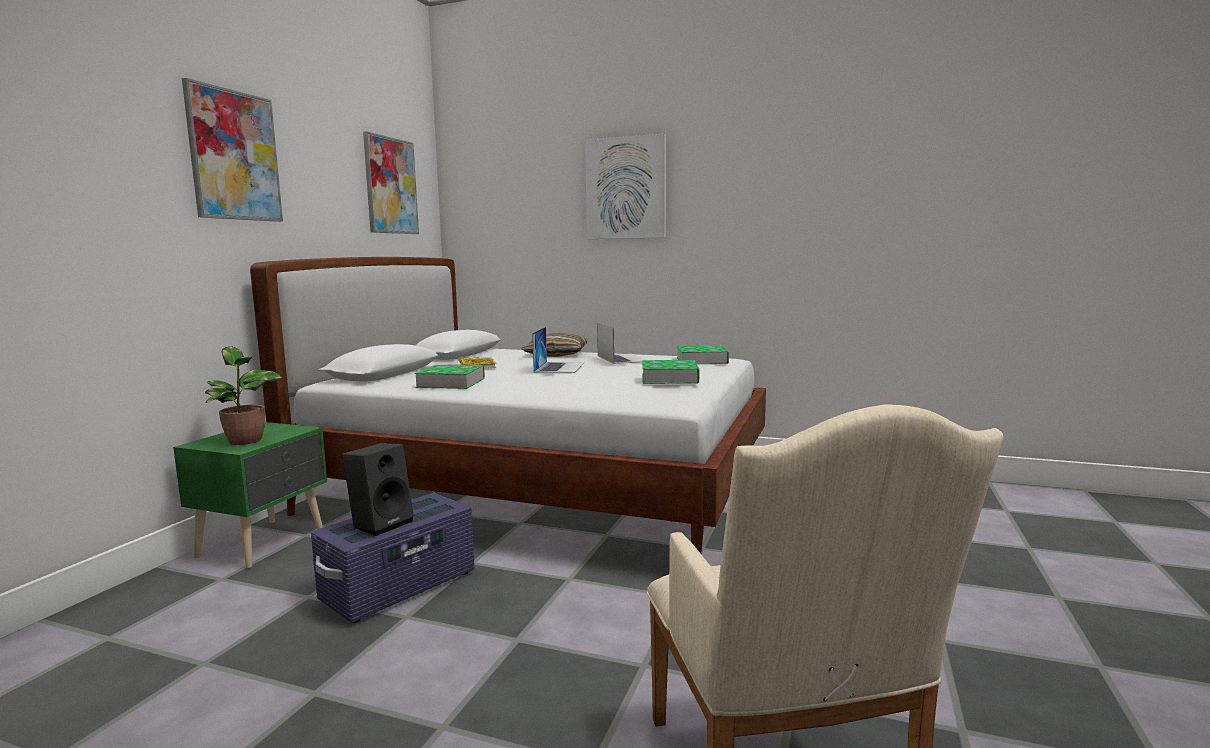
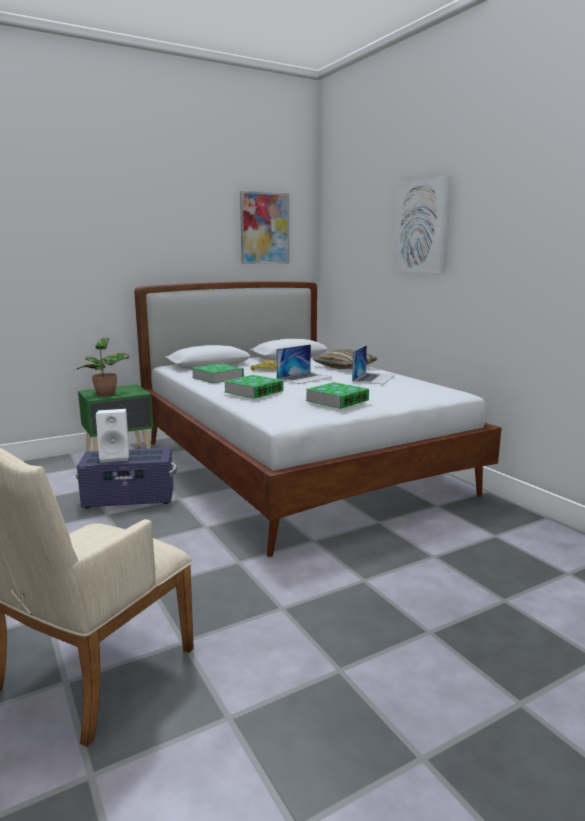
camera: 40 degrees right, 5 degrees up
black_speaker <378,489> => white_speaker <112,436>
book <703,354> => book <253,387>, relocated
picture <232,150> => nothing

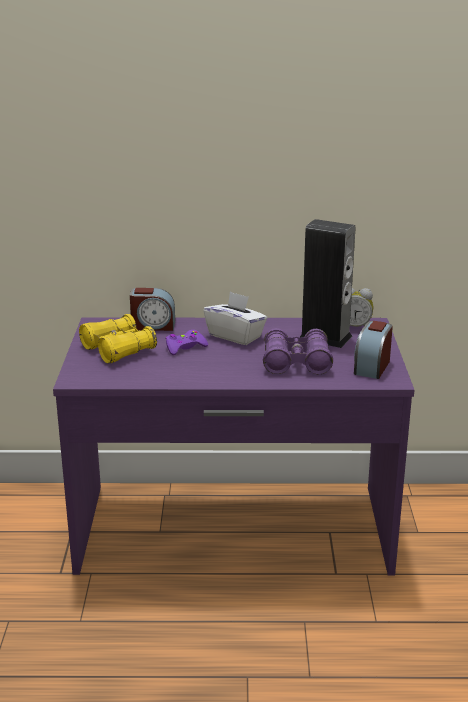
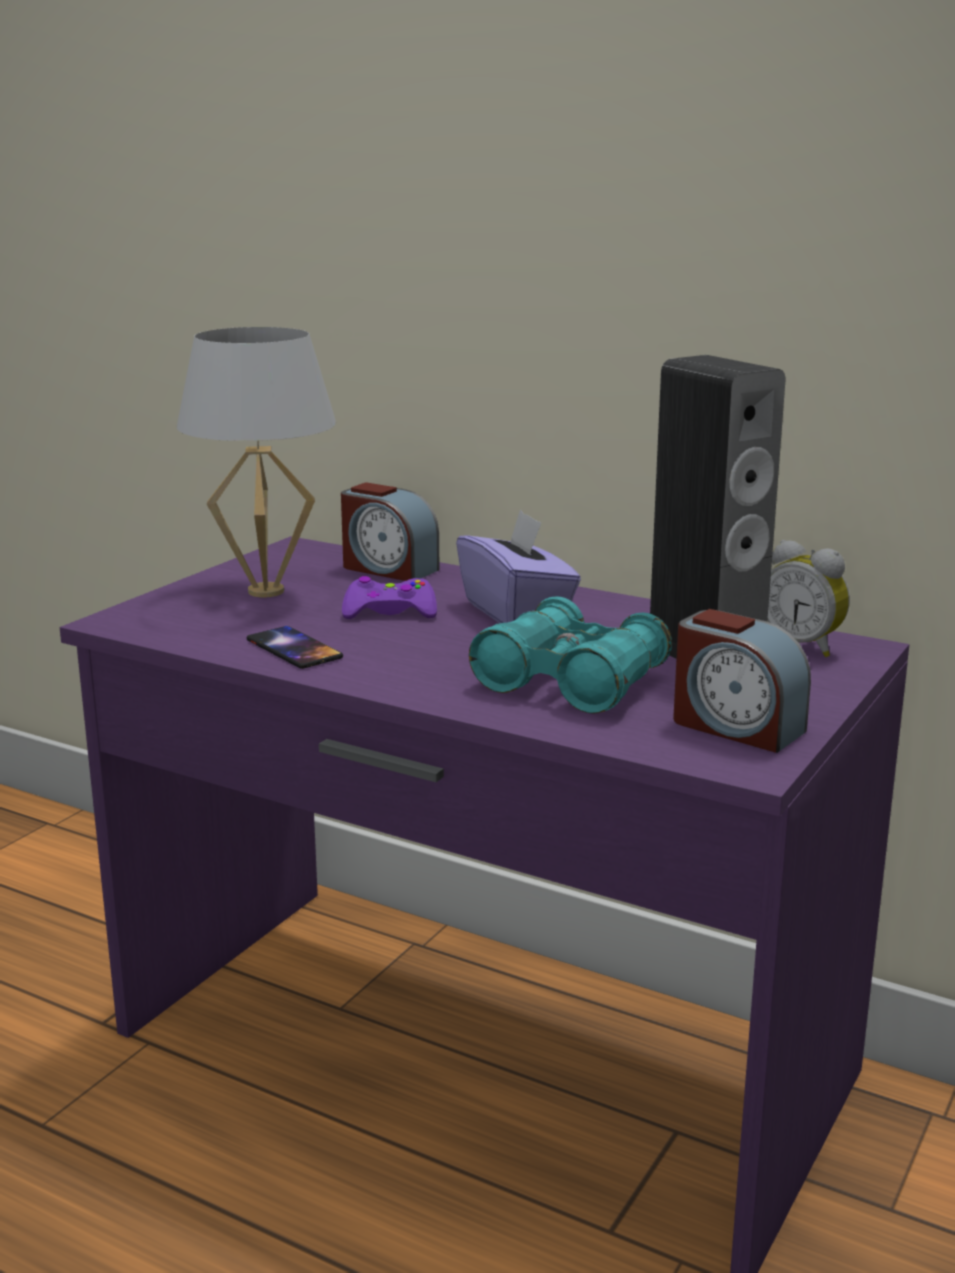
camera: 30 degrees right, 5 degrees down
yellow_binoculars <118,338> => white_table_lamp <256,462>
nothing => phone <295,647>
white_tissue_box <235,318> => purple_tissue_box <518,566>
purple_binoculars <298,351> => turquoise_binoculars <570,655>
alarm_clock <373,350> => alarm_clock <742,681>, 105 degrees counterclockwise

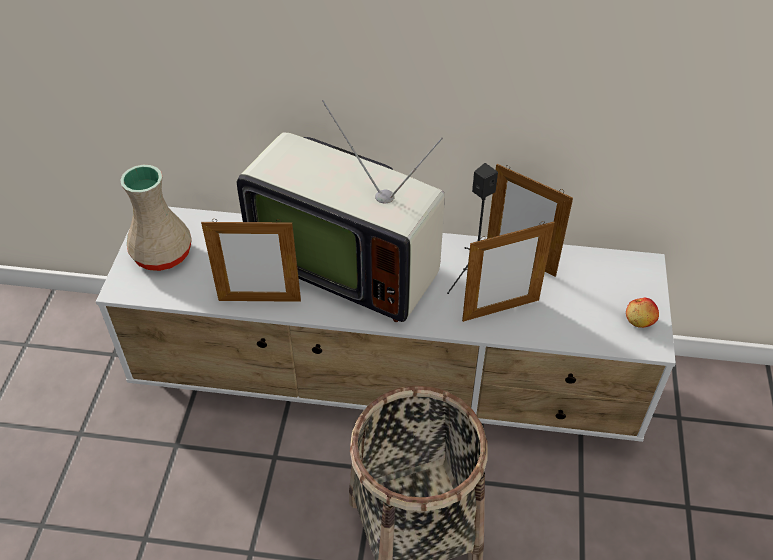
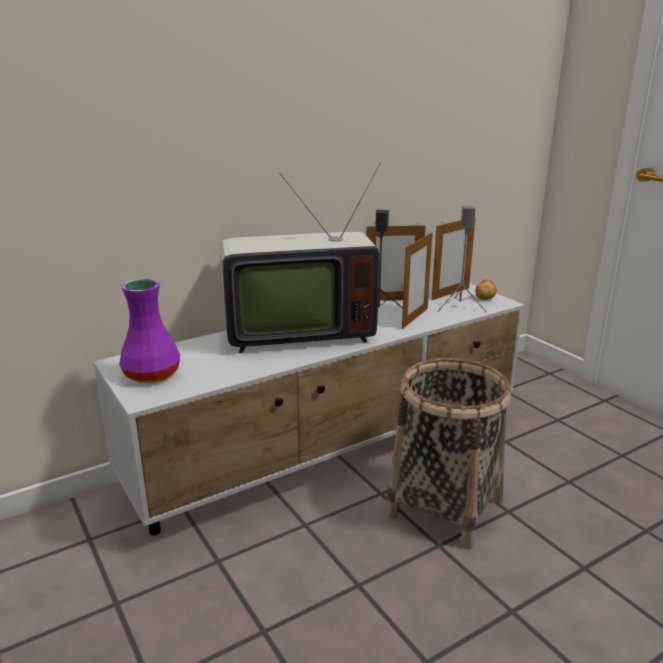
camera: 40 degrees left, 25 degrees down
beige_vase <156,218> => purple_vase <149,331>
picture_frame <251,260> => picture_frame <454,258>, relocated
nothing => grey_speaker <462,259>

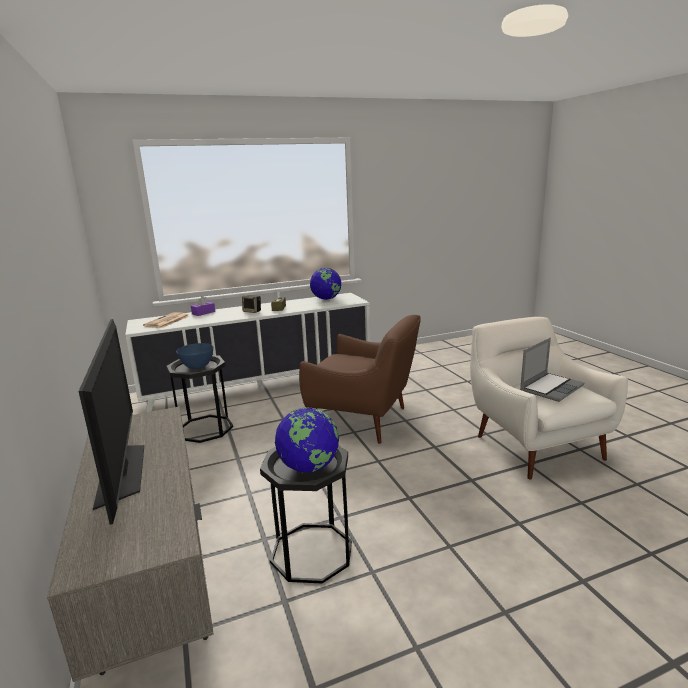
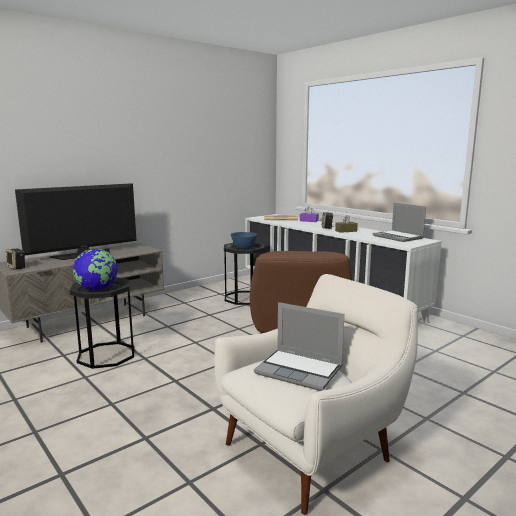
camera: 70 degrees right, 5 degrees down
nothing => speaker <15,259>
globe <325,284> => laptop <399,222>

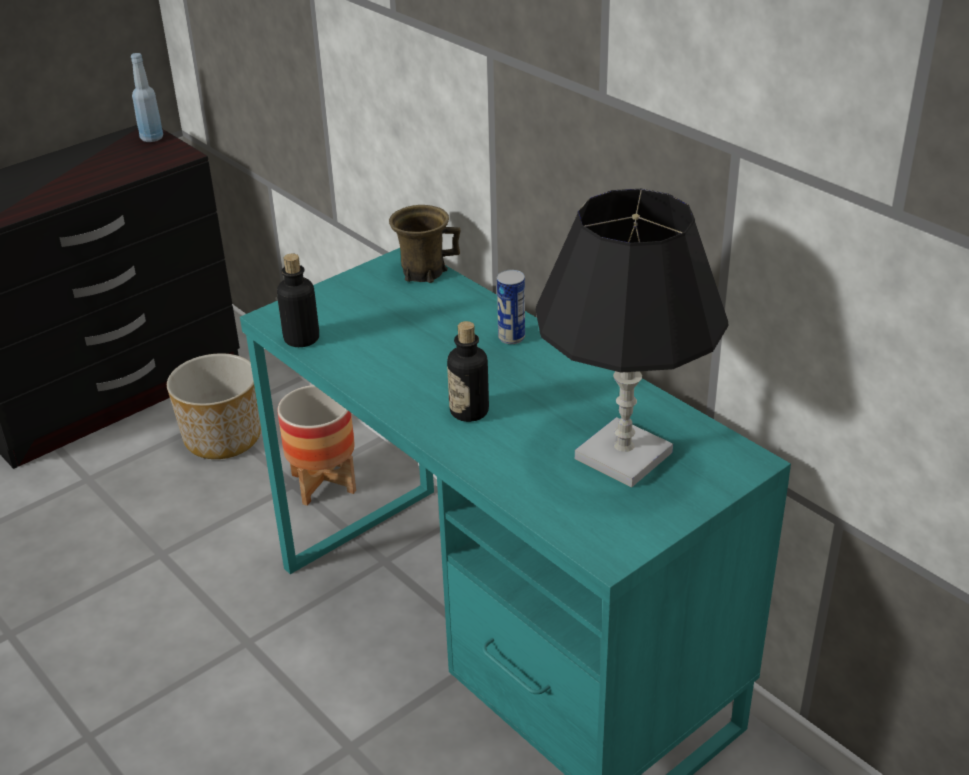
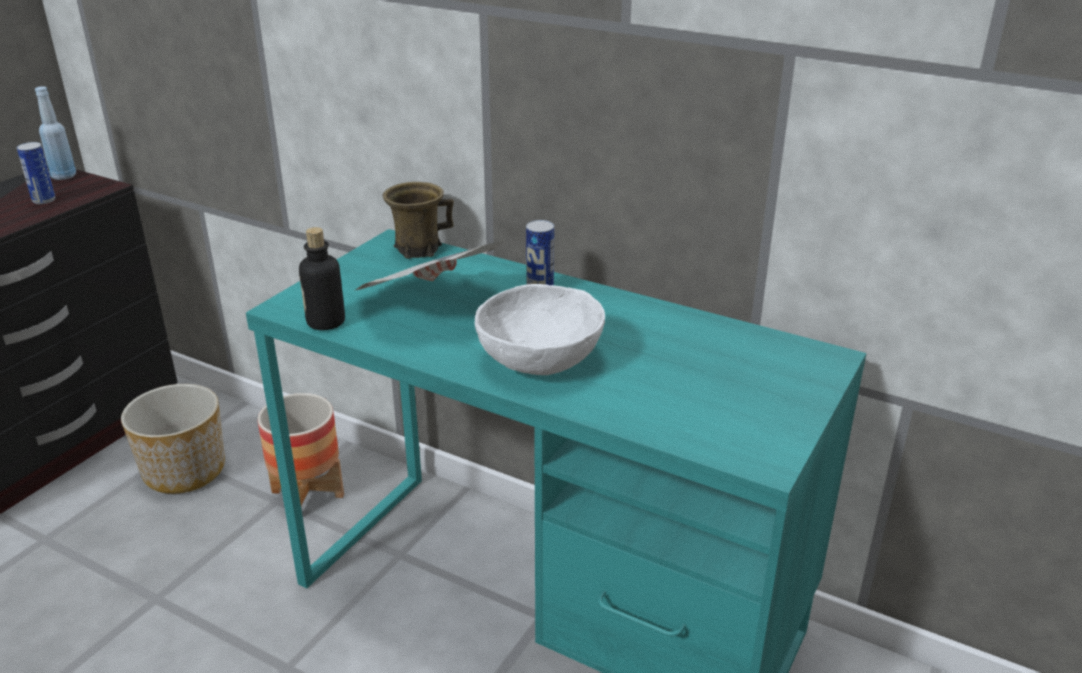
camera: 20 degrees left, 5 degrees down
nothing => can <36,173>
nothing => newspaper <428,266>
bottle <468,371> => white_bowl <540,329>
black_table_lamp <632,338> => nothing

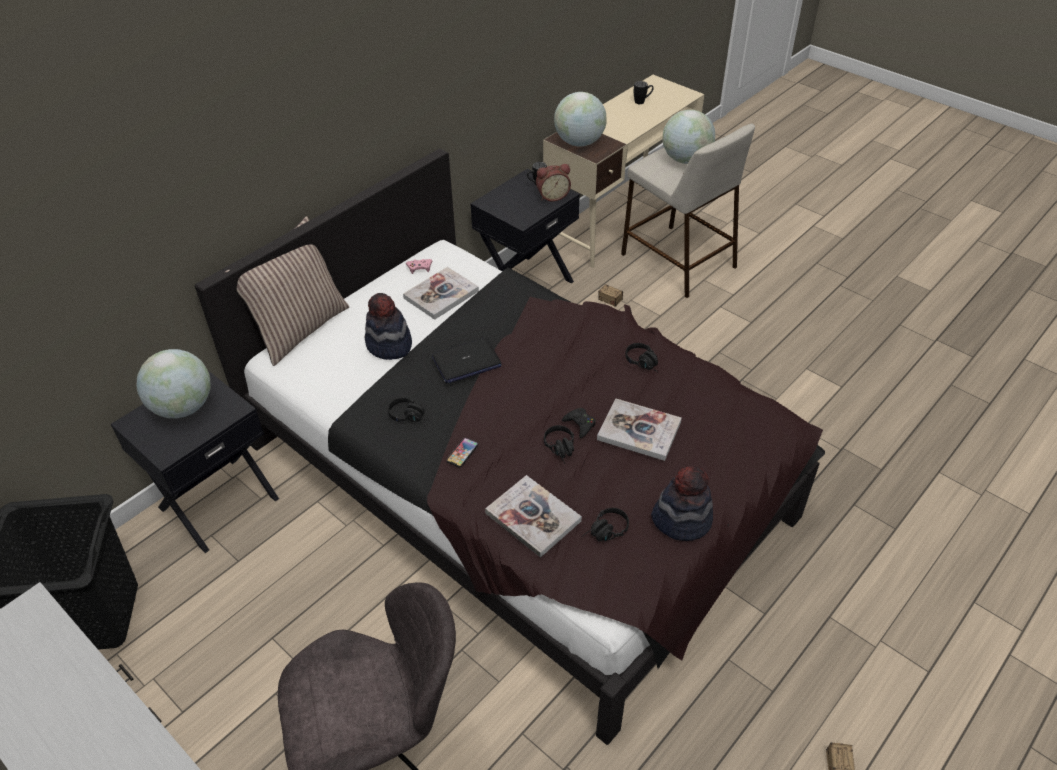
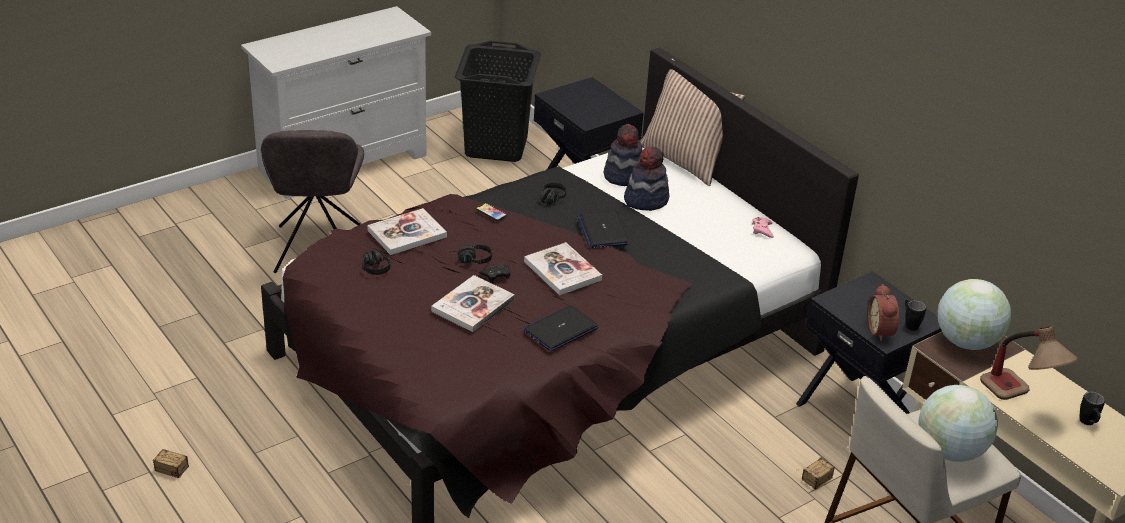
camera: 100 degrees right, 10 degrees down
black_headphones <641,357> => laptop <561,328>
book <441,293> => book <563,268>, relocated
hat <682,503> => hat <623,155>, relocated
nothing => table_lamp <1029,363>
globe <174,383> => nothing

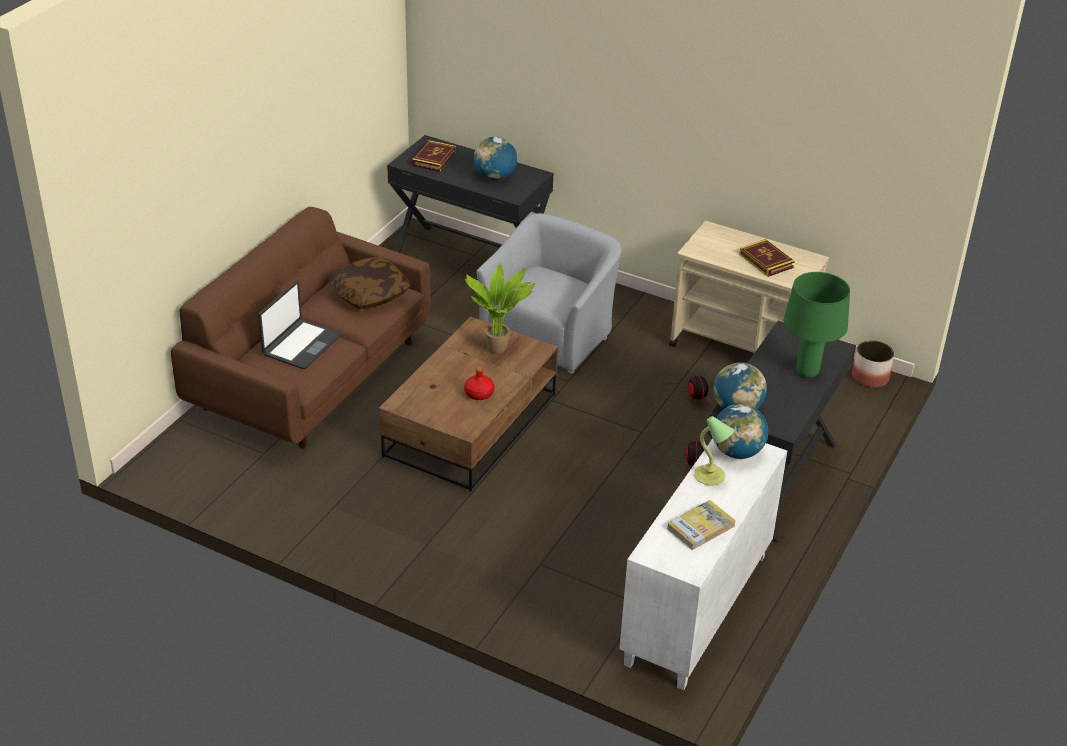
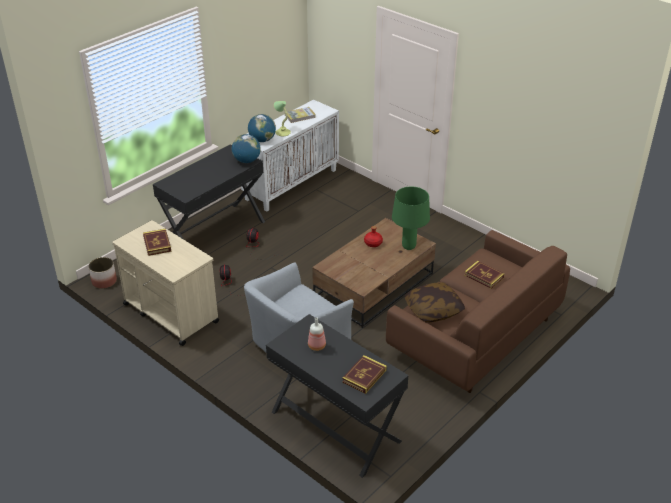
camera: 165 degrees left, 0 degrees up
globe <495,158> => bottle <317,334>
green_table_lamp <817,325> => green_table_lamp <411,218>, relocated
laptop <299,325> => book <484,275>
potted_plant <500,308> => nothing

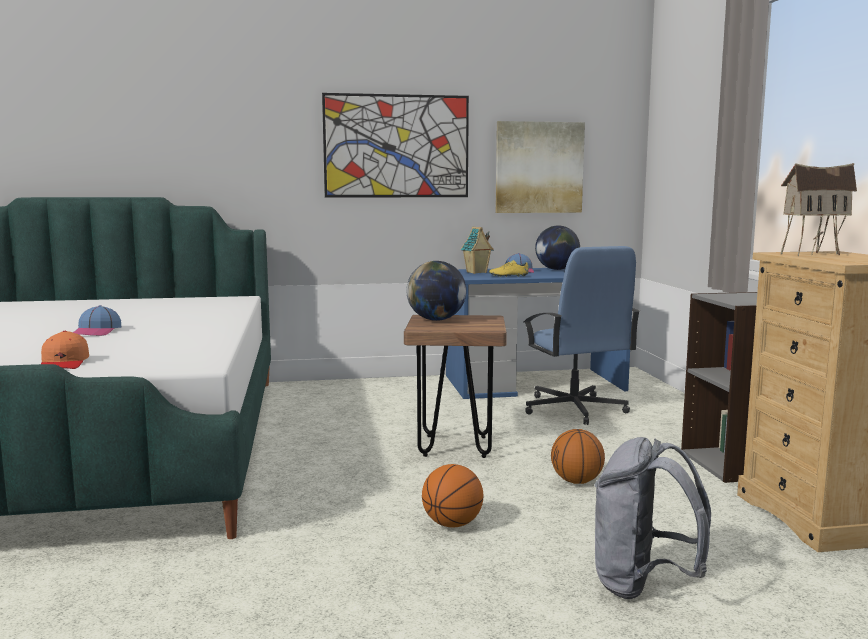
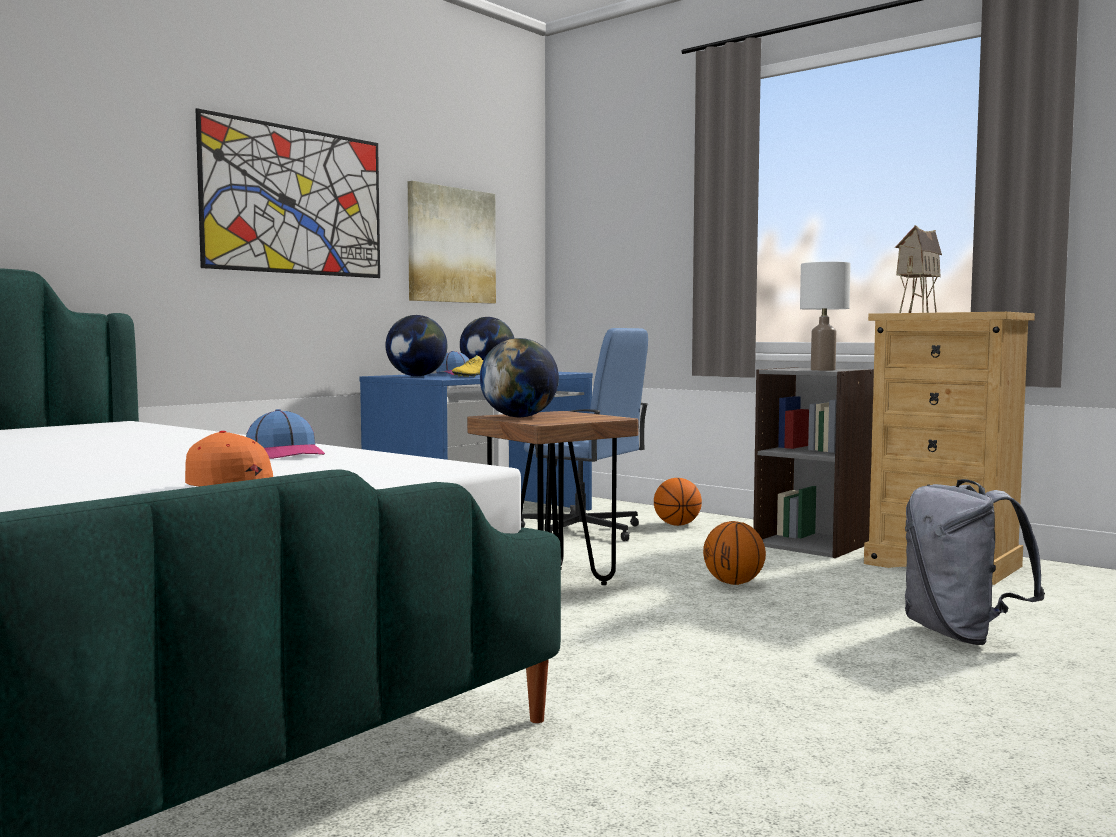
camera: 40 degrees left, 5 degrees down
cap <97,320> => cap <285,434>, relocated
toy_house <477,250> => globe <416,345>
basketball <452,496> => basketball <678,502>, relocated
nothing => white_table_lamp <825,316>

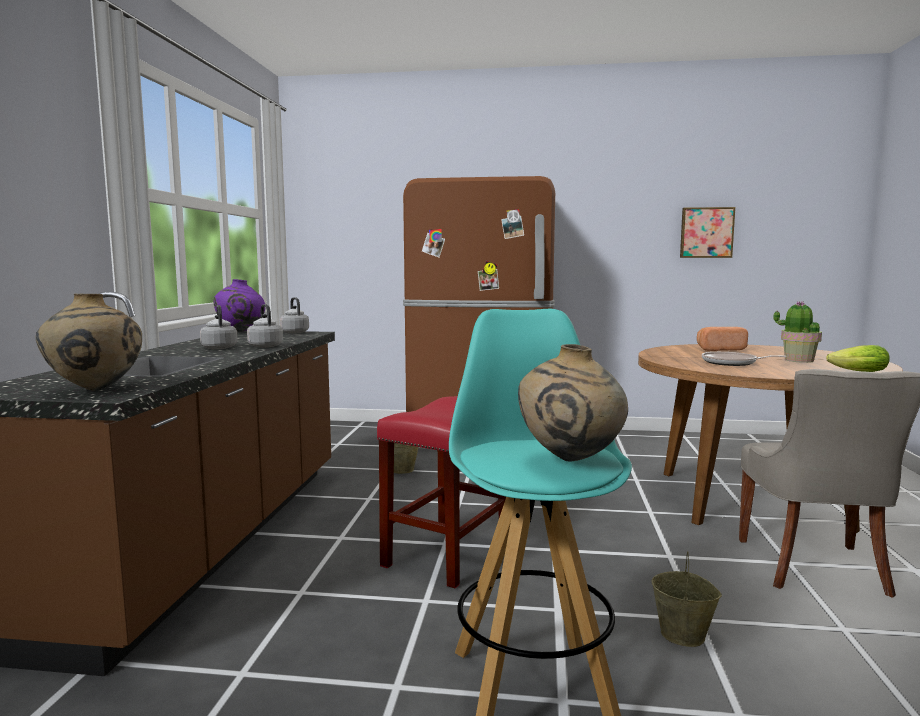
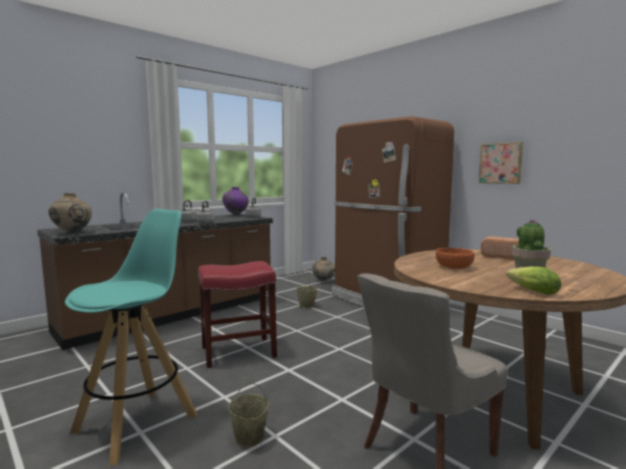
camera: 40 degrees right, 0 degrees up
beige_vase <573,402> => beige_vase <323,269>, relocated
frying_pan <744,359> => orange_bowl <455,258>
picture <707,232> => picture <501,163>, relocated

